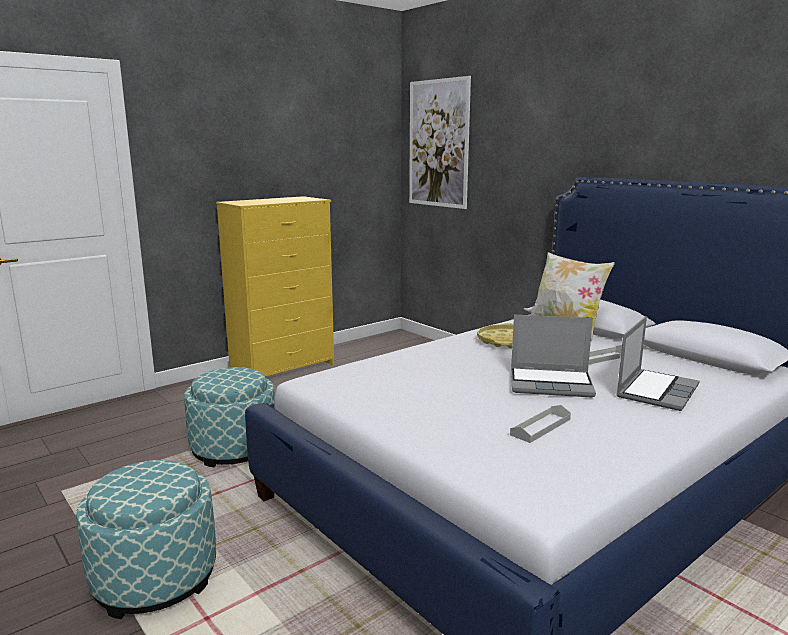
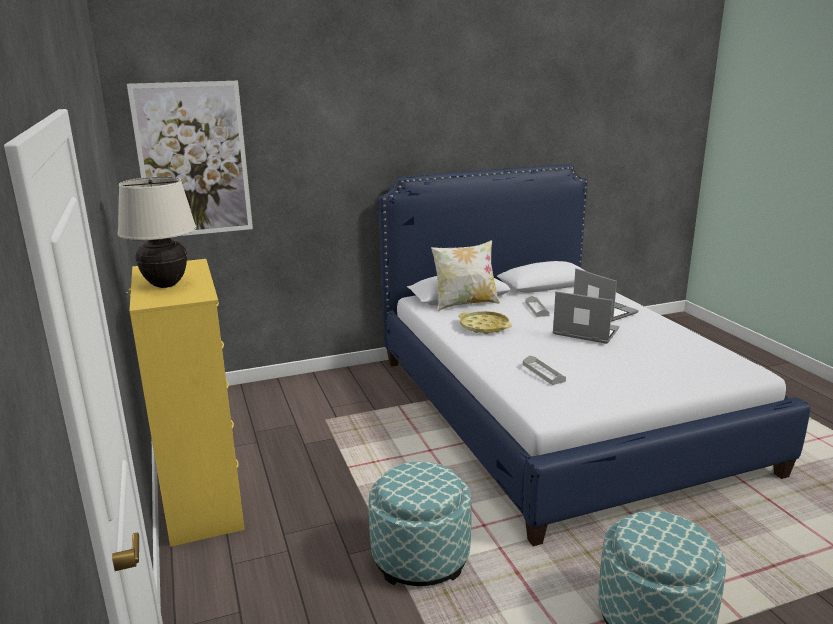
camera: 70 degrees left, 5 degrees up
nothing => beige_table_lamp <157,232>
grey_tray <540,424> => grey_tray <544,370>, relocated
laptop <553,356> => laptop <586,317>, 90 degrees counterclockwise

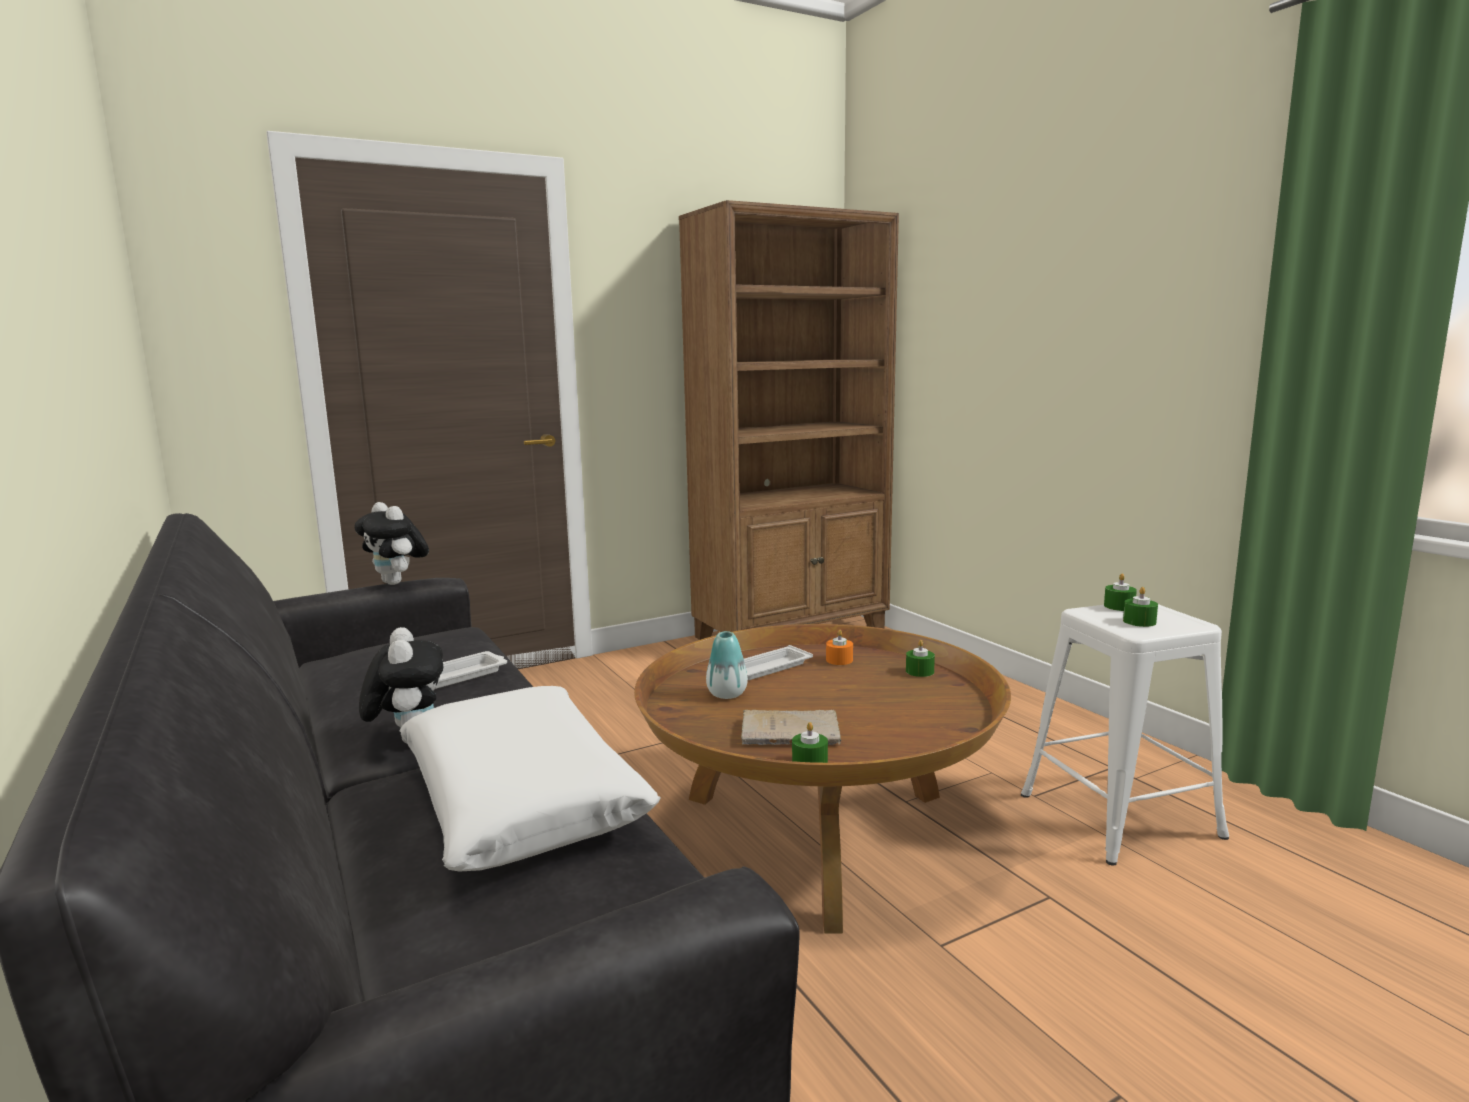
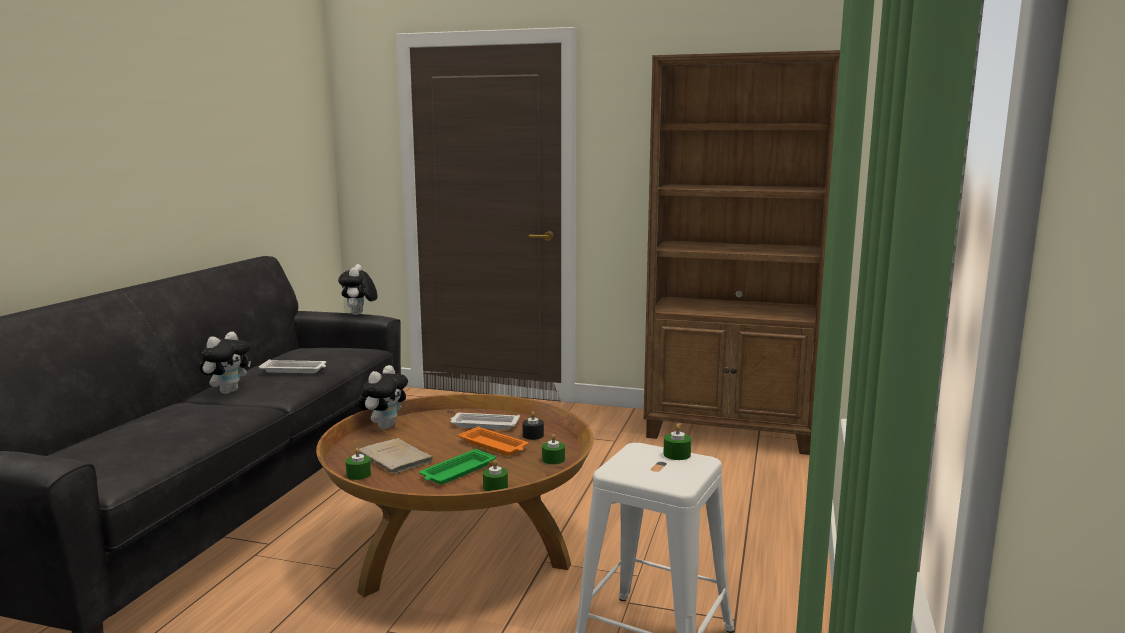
camera: 45 degrees right, 0 degrees up
nothing => plush_toy <383,397>
nothing => green_tray <457,467>
nothing => orange_tray <494,441>
green_candle <1140,607> => green_candle <495,475>, relocated
orange_candle <839,647> => black_candle <533,426>
white_pillow <530,779> => nothing
vase <727,665> => nothing

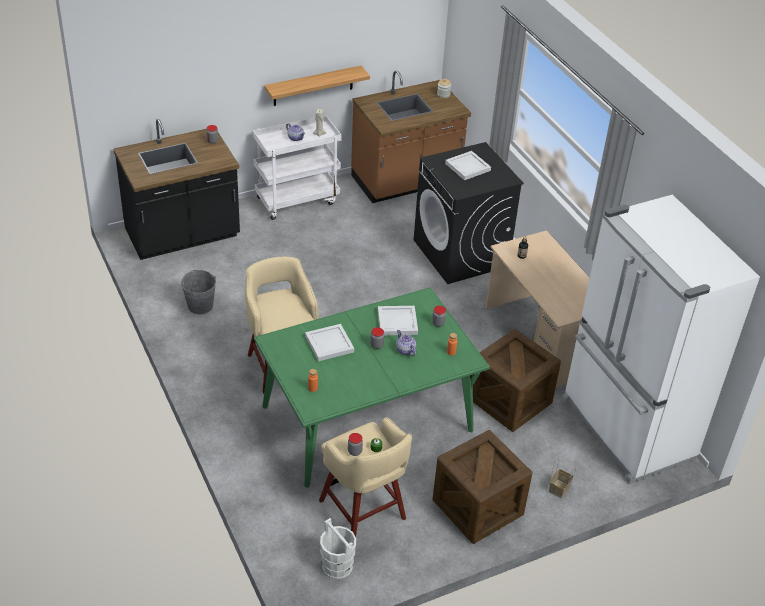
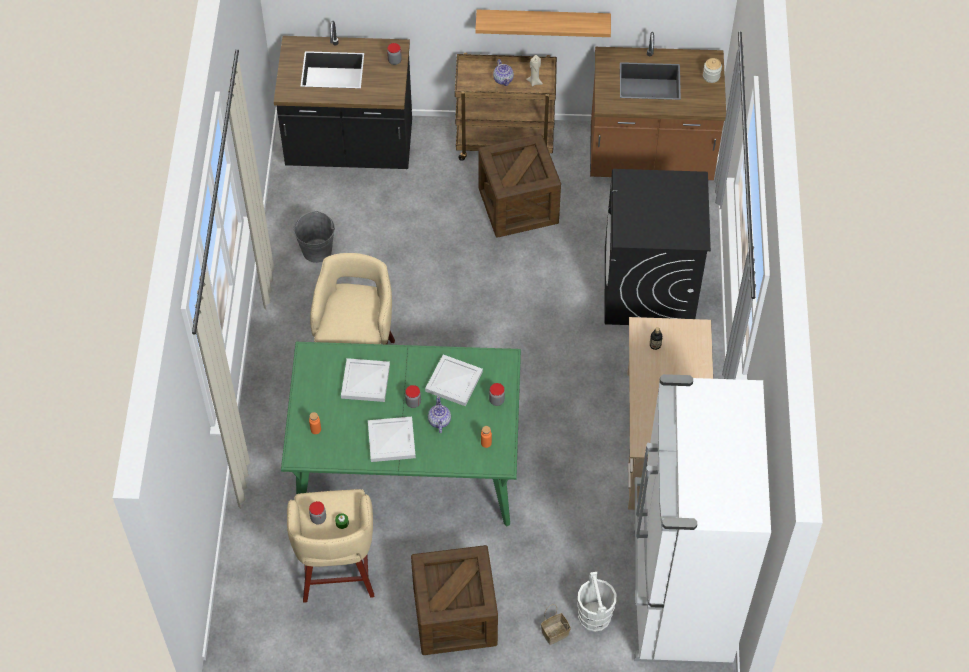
camera: 30 degrees right, 15 degrees up
white_tray <468,165> => white_tray <392,439>, relocated
white_cart <297,167> => brown_cart <506,106>
crate <516,380> => crate <519,186>, relocated
white_bucket <338,548> => white_bucket <597,601>, relocated

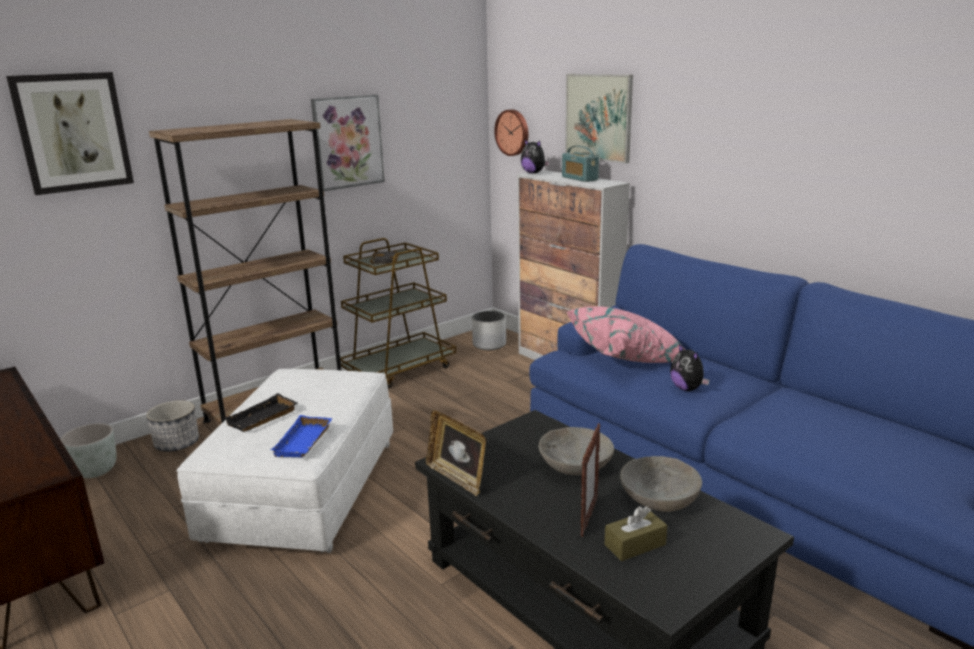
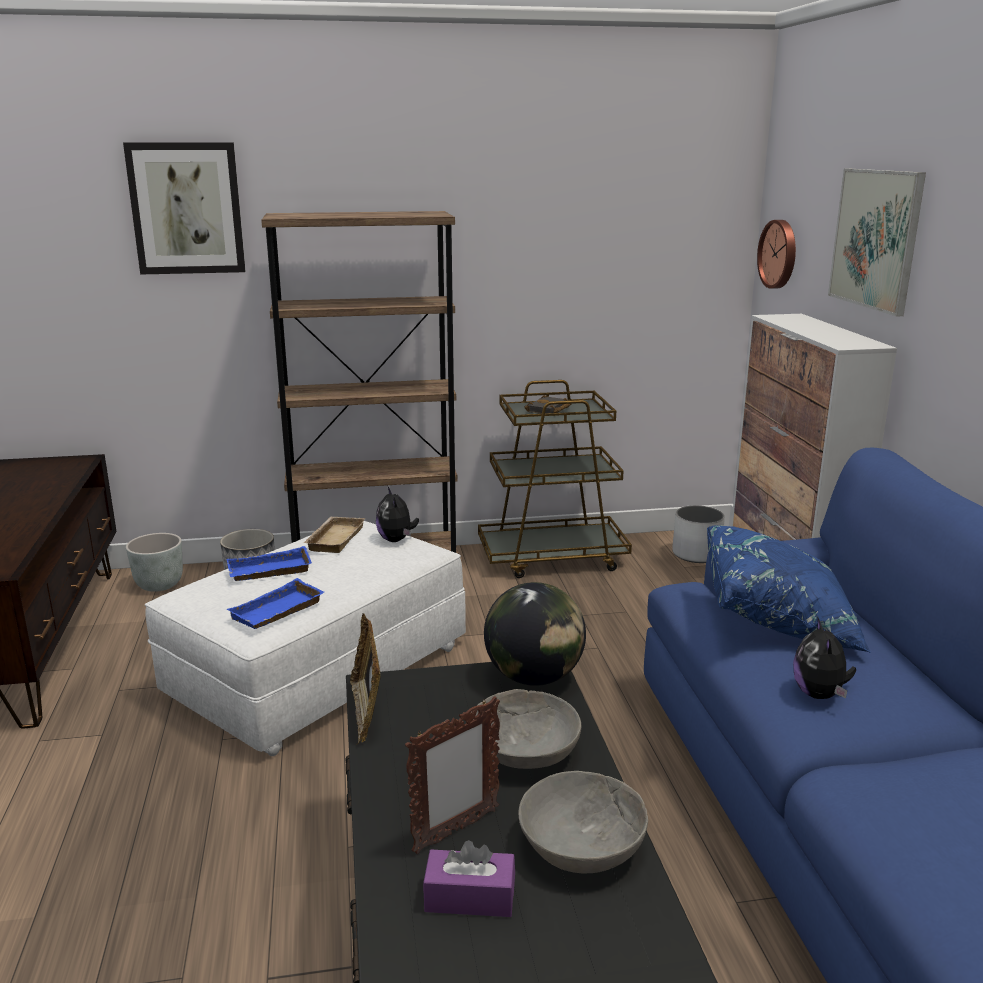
camera: 30 degrees right, 0 degrees up
black_tray <260,412> => blue_tray <269,563>
nothing => beige_tray <334,535>
plush_toy <535,157> => plush_toy <397,514>, relocated
brown_tissue_box <636,533> => purple_tissue_box <469,878>
nothing => globe <535,634>
pink_pillow <626,334> => blue_pillow <789,589>
picture <348,143> => nothing
radio <580,164> => nothing

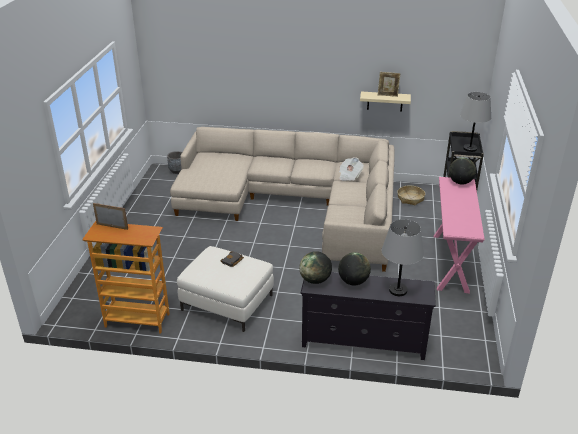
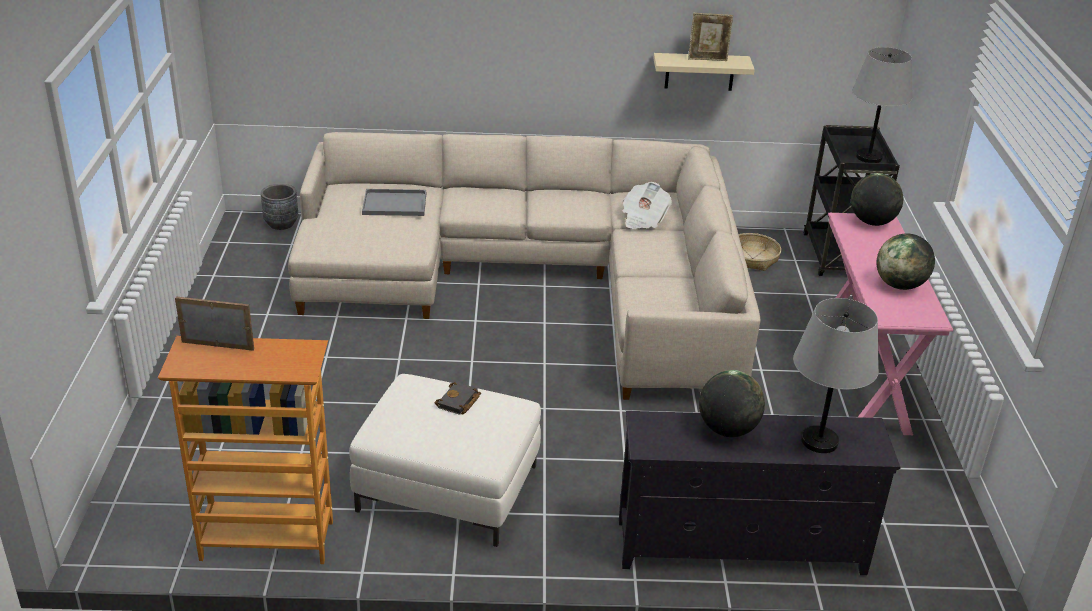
camera: 10 degrees left, 0 degrees up
nothing => grey_tray <394,202>
globe <315,267> => globe <906,261>, relocated

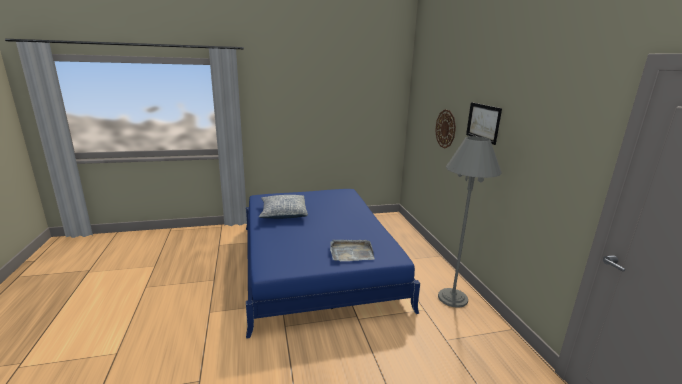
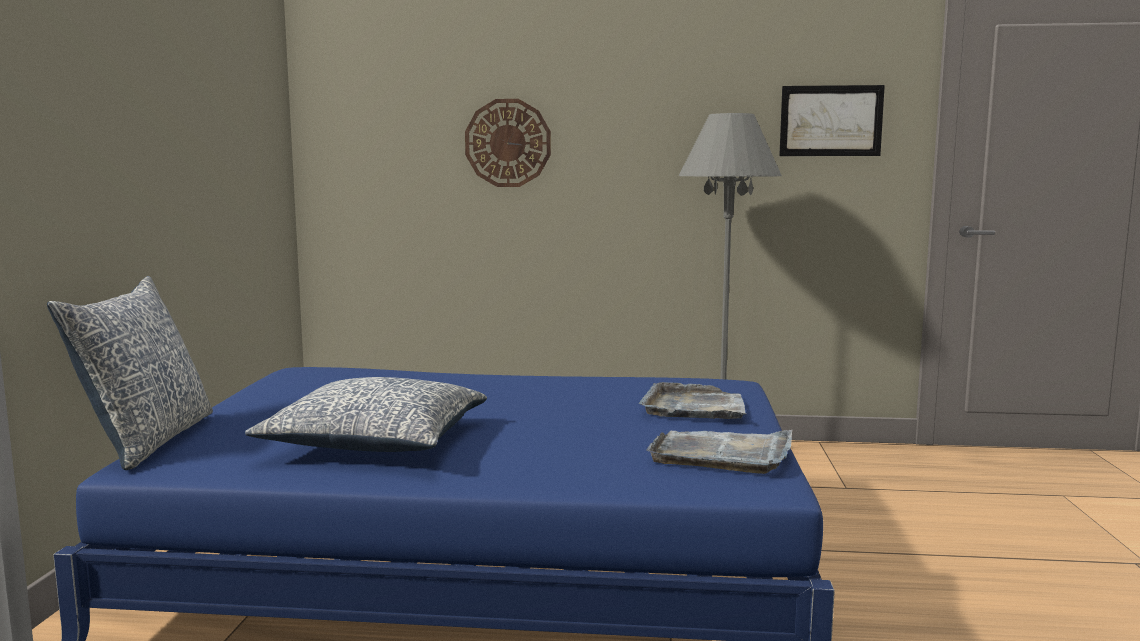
camera: 70 degrees left, 10 degrees down
nothing => pillow <130,373>
nothing => grey_tray <719,452>
picture <484,123> => picture <832,120>, relocated

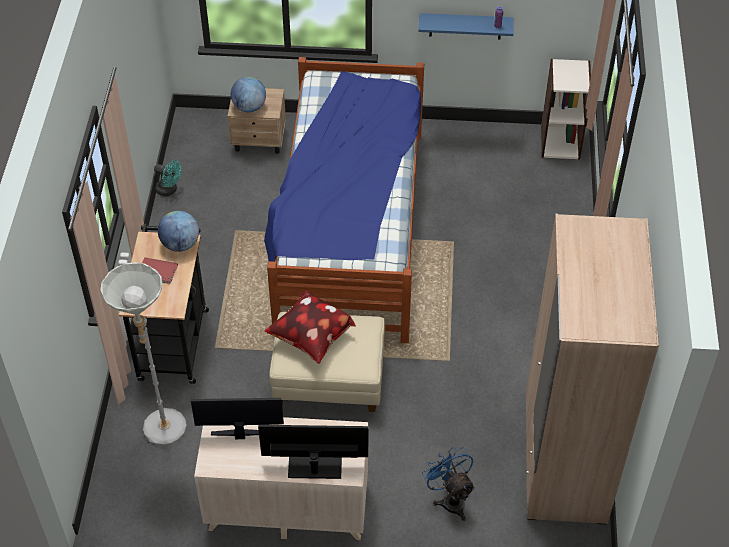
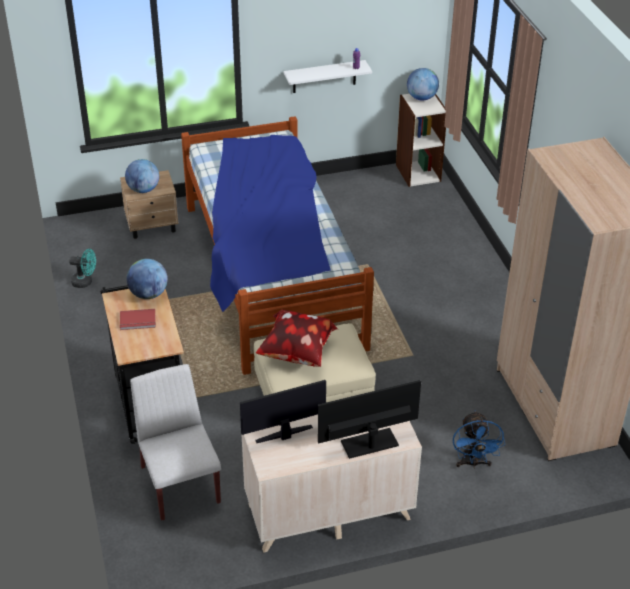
camera: 20 degrees left, 10 degrees down
grey_floor_lamp <143,354> => white_chair <175,442>
blue_shelf <465,26> => white_shelf <328,76>
nothing => globe <423,84>
blue_fan <448,484> => blue_fan <479,440>, 135 degrees counterclockwise

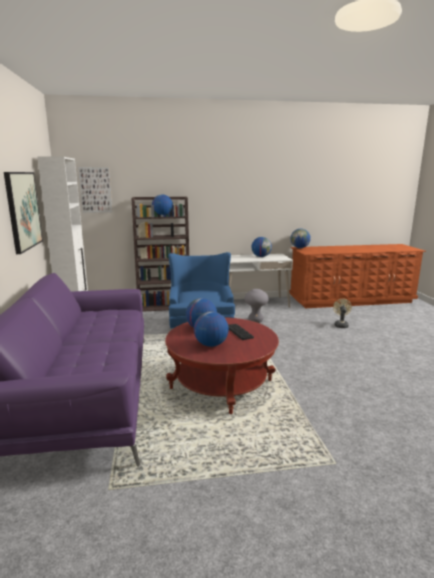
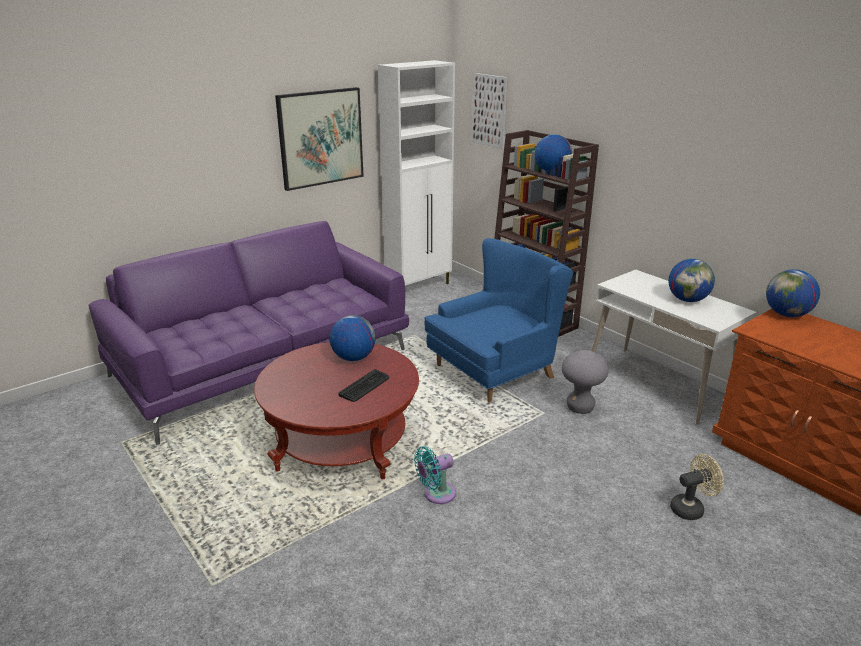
camera: 60 degrees right, 10 degrees up
nothing => turquoise_fan <435,475>
globe <211,329> => nothing

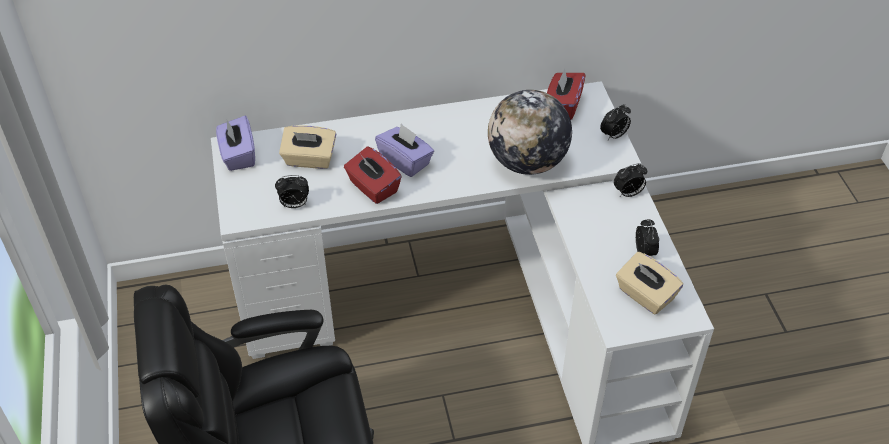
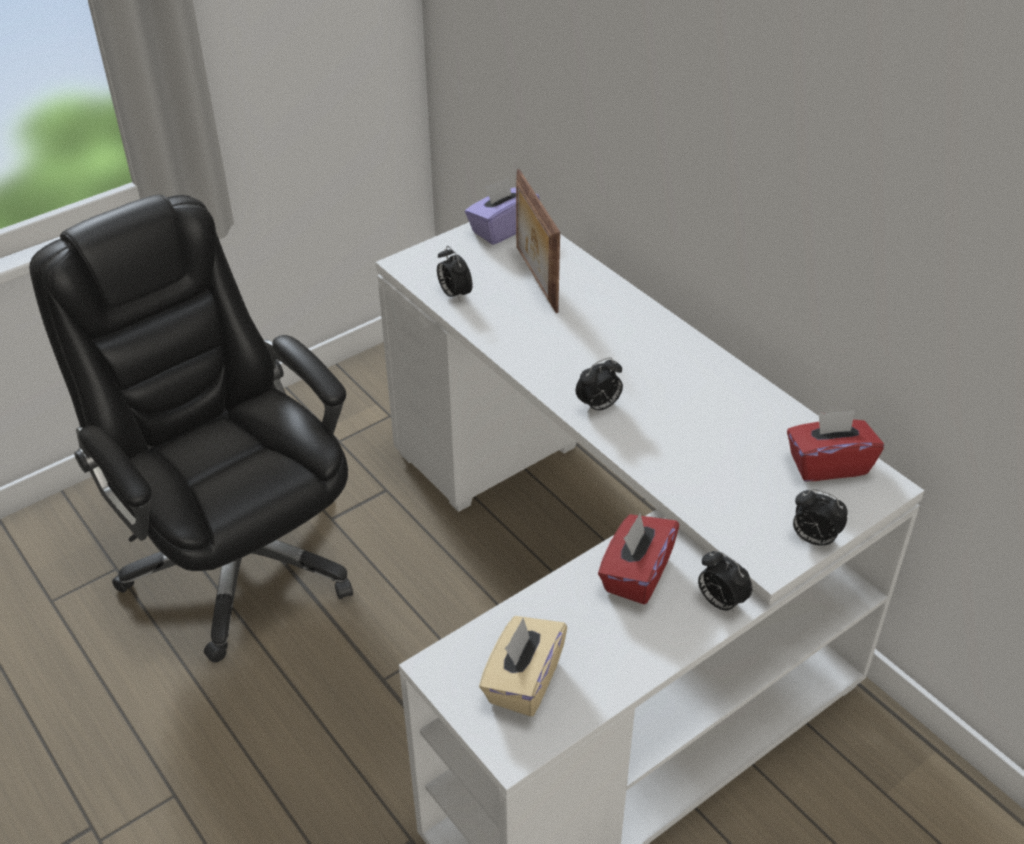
camera: 65 degrees right, 5 degrees down
beige_tissue_box <307,147> => picture_frame <538,241>
alarm_clock <647,237> => alarm_clock <599,385>, relocated
red_tissue_box <373,175> => red_tissue_box <638,558>, relocated
purple_tissue_box <404,150> => nothing
globe <530,132> => nothing

